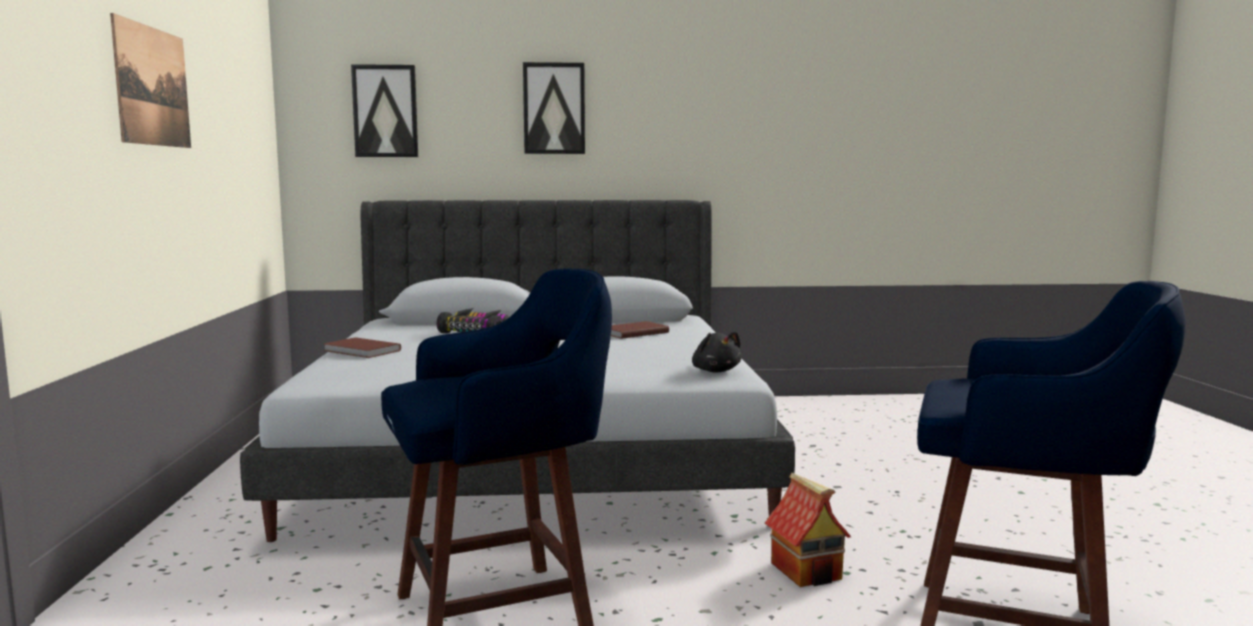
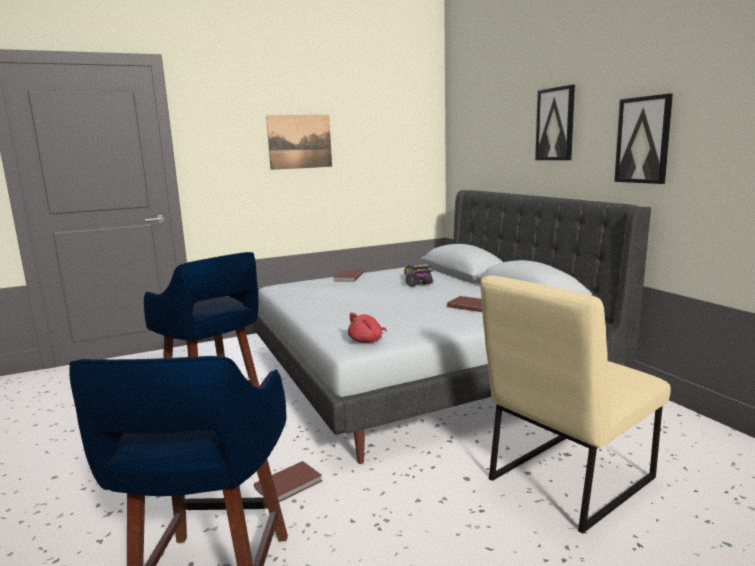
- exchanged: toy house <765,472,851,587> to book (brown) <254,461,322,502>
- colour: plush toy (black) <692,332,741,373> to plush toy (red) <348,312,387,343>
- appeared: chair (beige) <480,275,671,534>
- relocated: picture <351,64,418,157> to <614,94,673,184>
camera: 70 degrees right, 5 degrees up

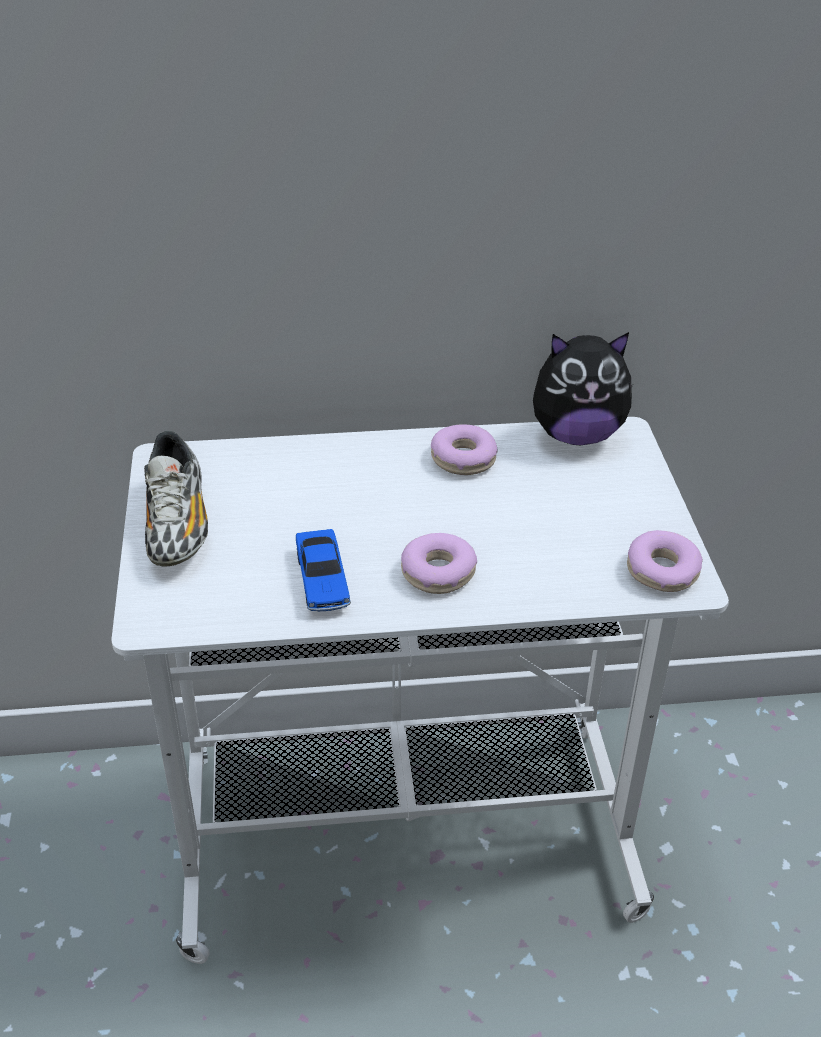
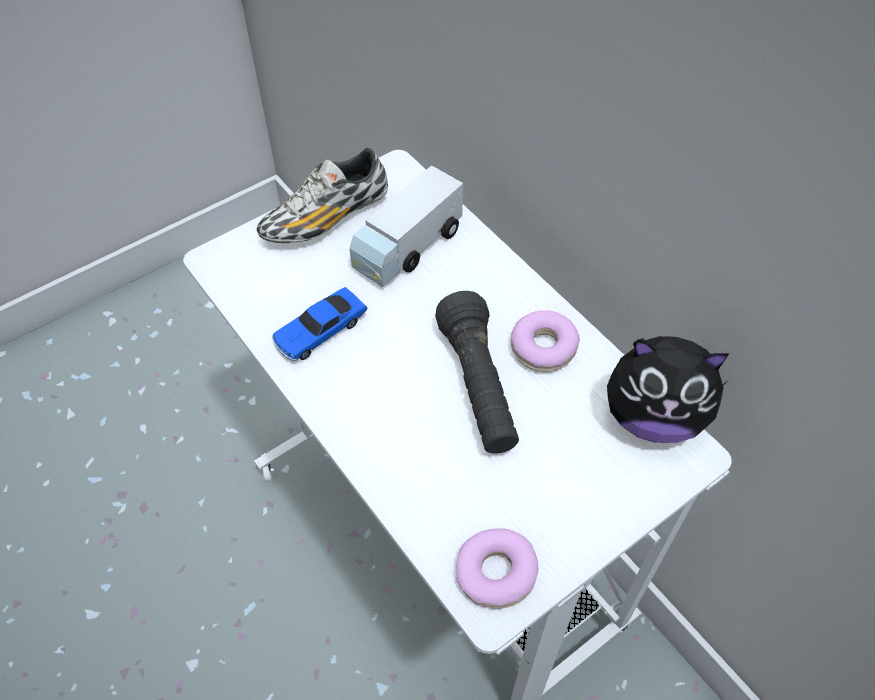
- appeared: toy truck <349,165,463,287>
- appeared: flashlight (black) <435,291,519,453>
- spun: plush toy <533,332,633,445> = <607,336,729,443> 45 degrees counterclockwise
- missing: donut <401,533,477,594>
camera: 60 degrees right, 15 degrees up

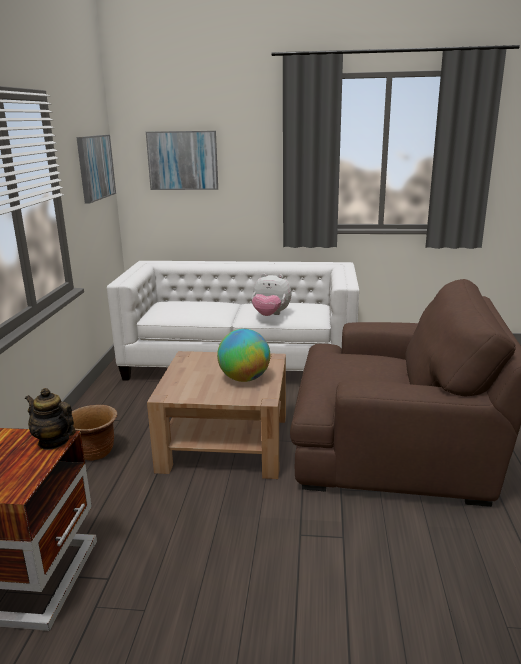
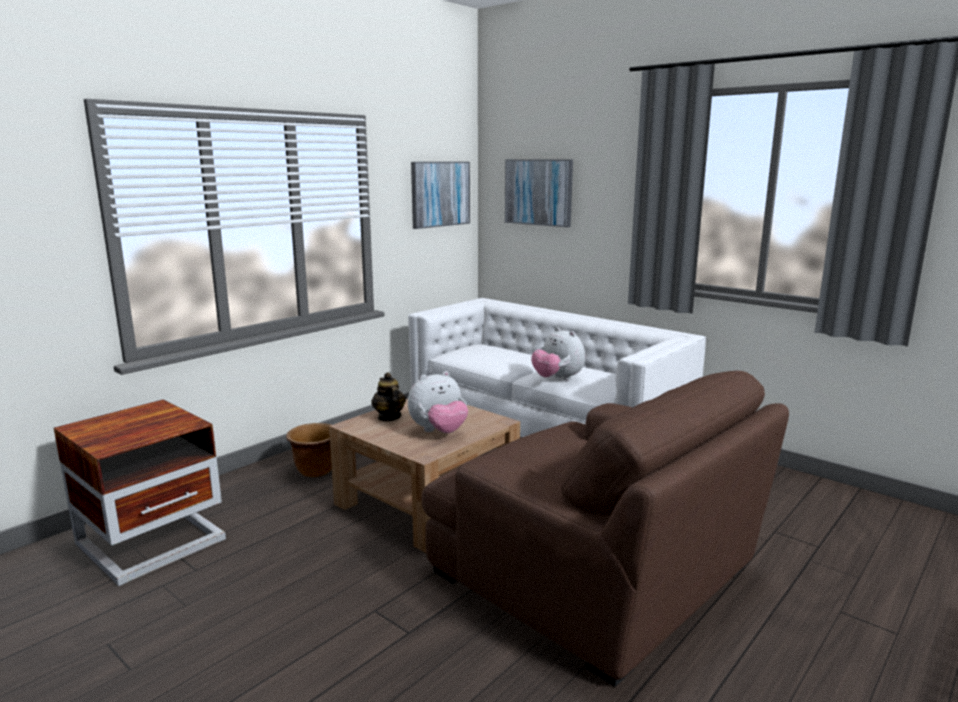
- relocated: teapot <25,388,76,450> to <371,372,406,421>
- exchanged: globe <217,329,270,382> to plush toy <408,371,468,433>
camera: 35 degrees right, 5 degrees down

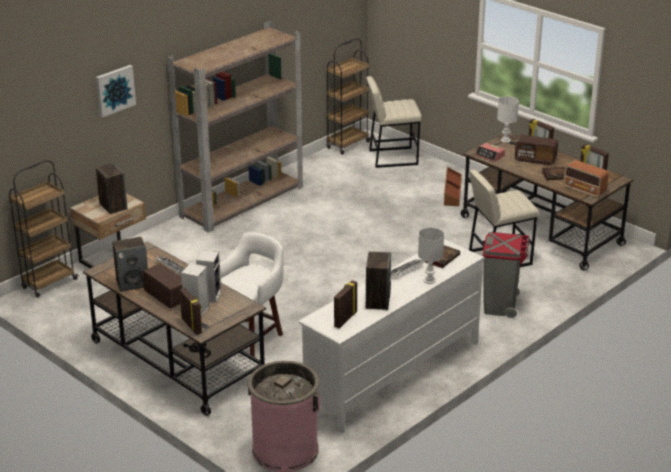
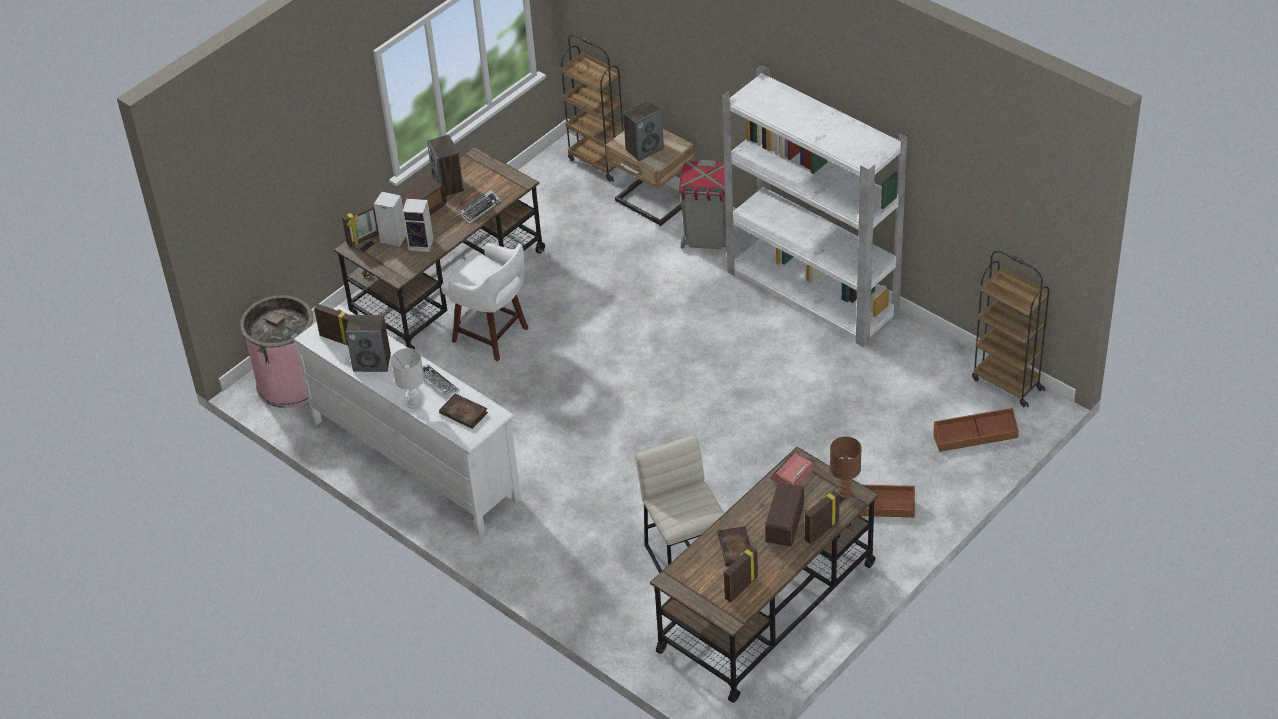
- relocated: trash can (grey) <483,232,530,318> to <678,160,727,251>
- colour: bookcase (brown) <168,21,303,233> to bookcase (white) <722,65,907,347>
- colour: table lamp (white) <497,96,519,143> to table lamp (brown) <830,437,862,498>
- exchanged: chair (beige) <366,76,422,168> to storage box (brown) <933,408,1019,452>
- missing: picture <96,65,136,118>
- missing: radio <564,160,609,198>
camera: 90 degrees right, 15 degrees up

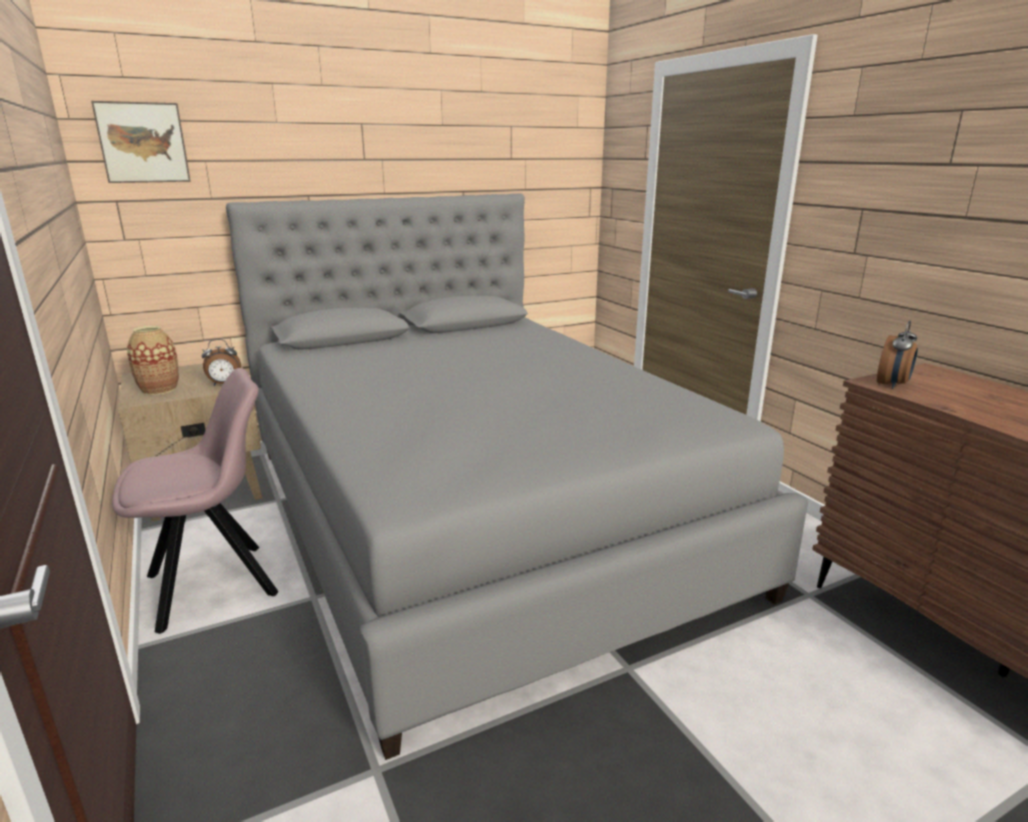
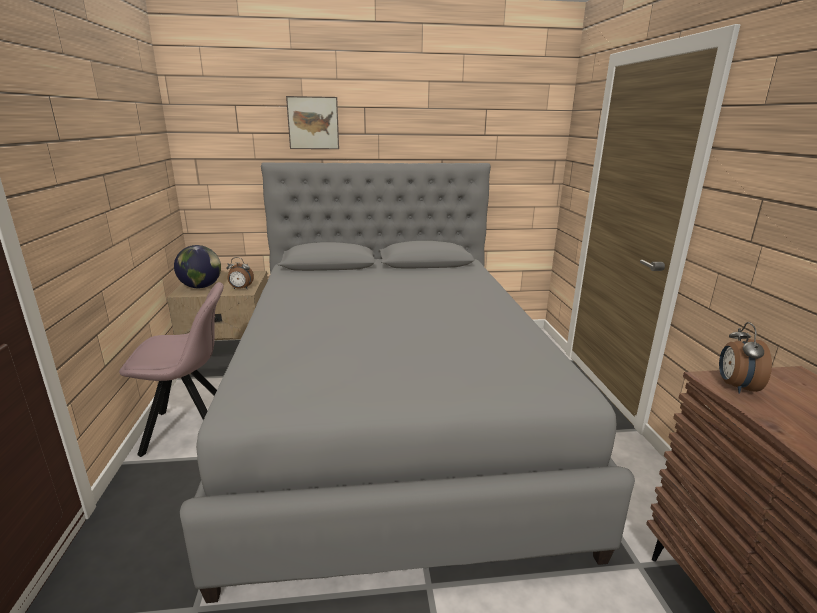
- exchanged: vase <127,326,179,395> to globe <174,245,221,288>
- relocated: picture <91,101,191,183> to <286,96,339,149>
- spun: alarm clock <877,321,918,389> = <719,322,772,394> 135 degrees clockwise
camera: 20 degrees right, 0 degrees up

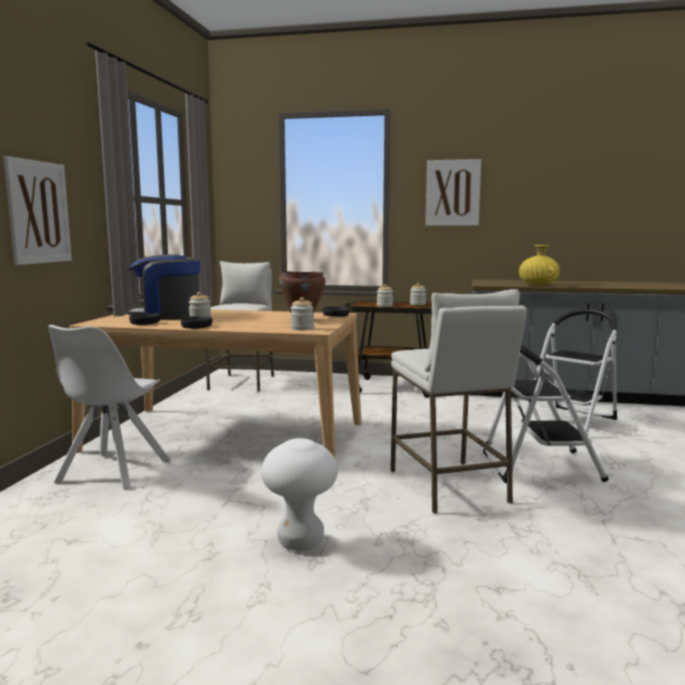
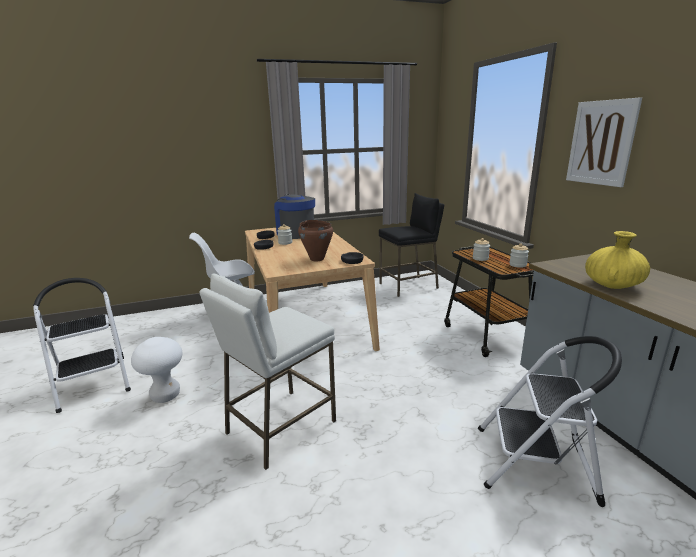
- relocated: step ladder <483,344,609,483> to <33,278,131,413>
- colour: stool (white) <205,261,274,392> to stool (black) <379,193,444,297>
- missing: picture <4,156,72,265>
- missing: jar <291,297,314,330>
camera: 60 degrees right, 10 degrees up

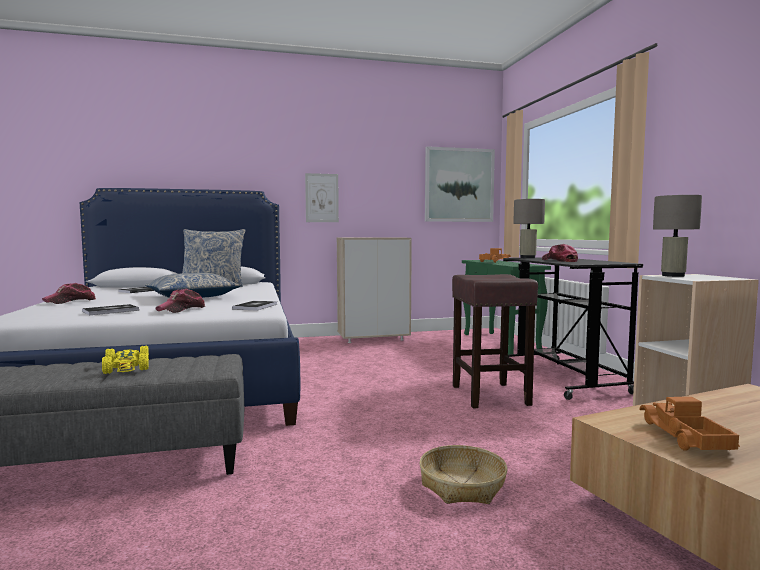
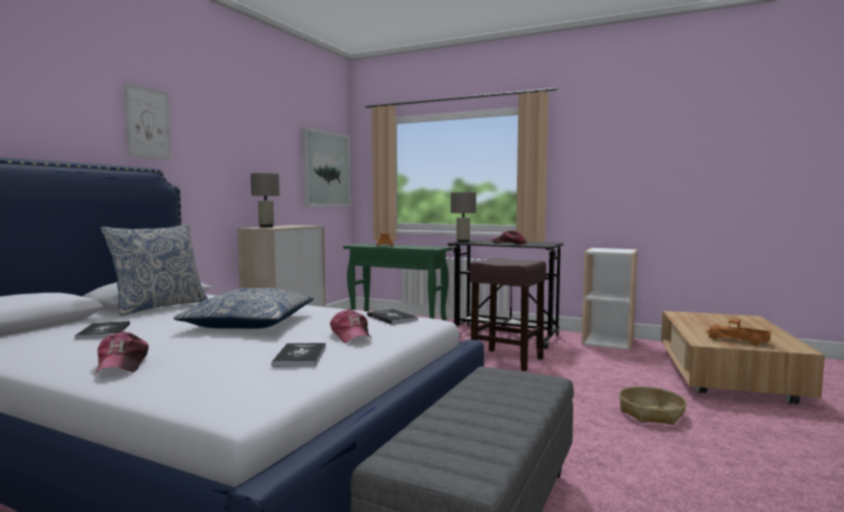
- relocated: picture <305,173,339,222> to <124,83,171,160>
- relocated: table lamp (grey) <653,195,702,277> to <251,173,279,227>
- missing: toy car (yellow) <102,346,149,374>
camera: 50 degrees left, 0 degrees up

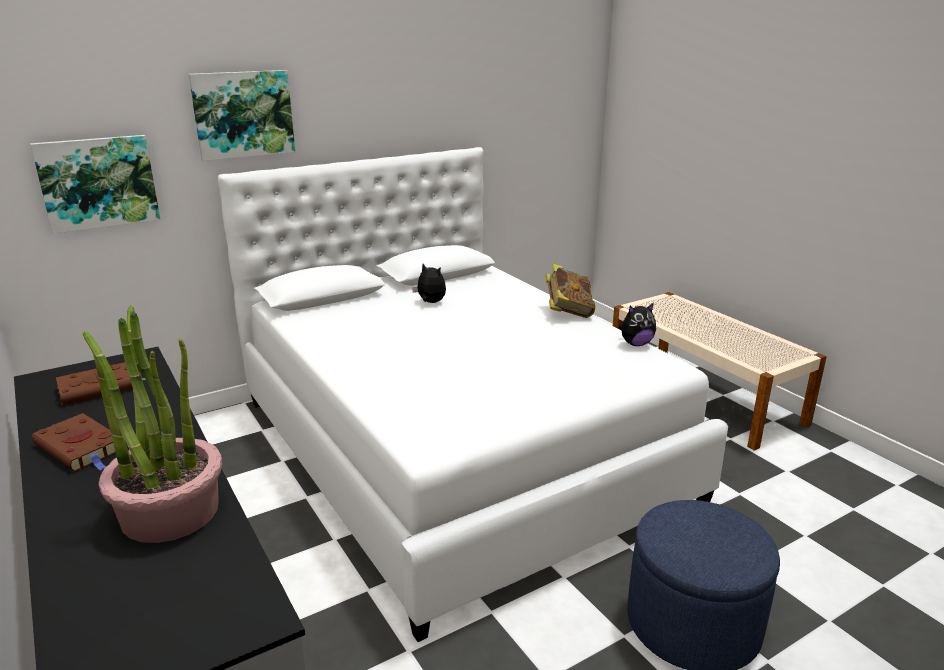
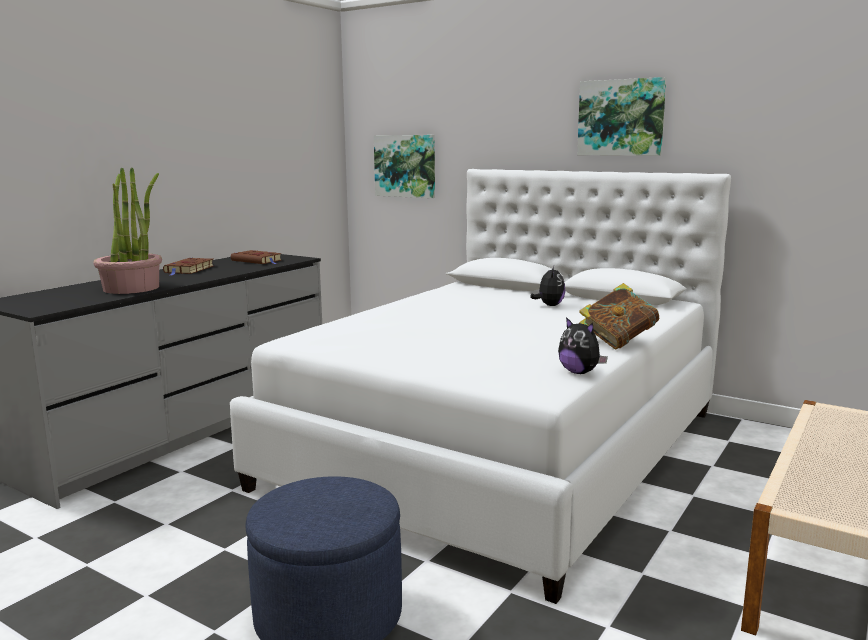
- relocated: picture <189,70,295,161> to <577,77,666,156>
camera: 65 degrees right, 10 degrees down

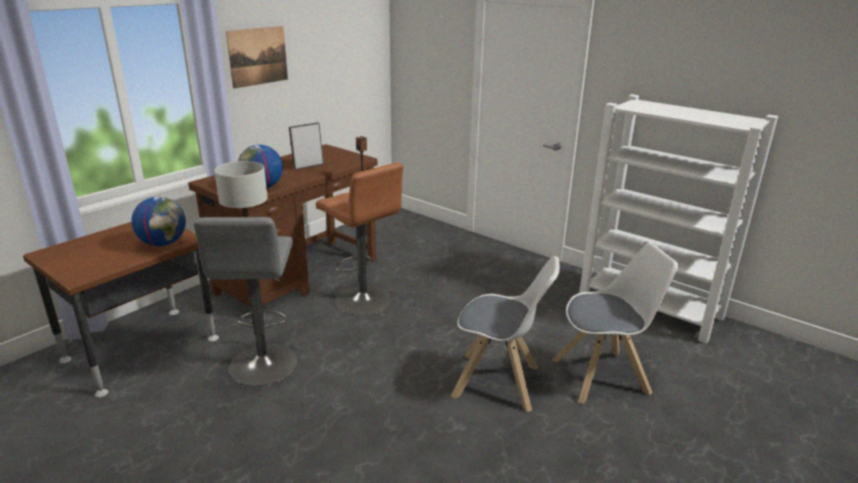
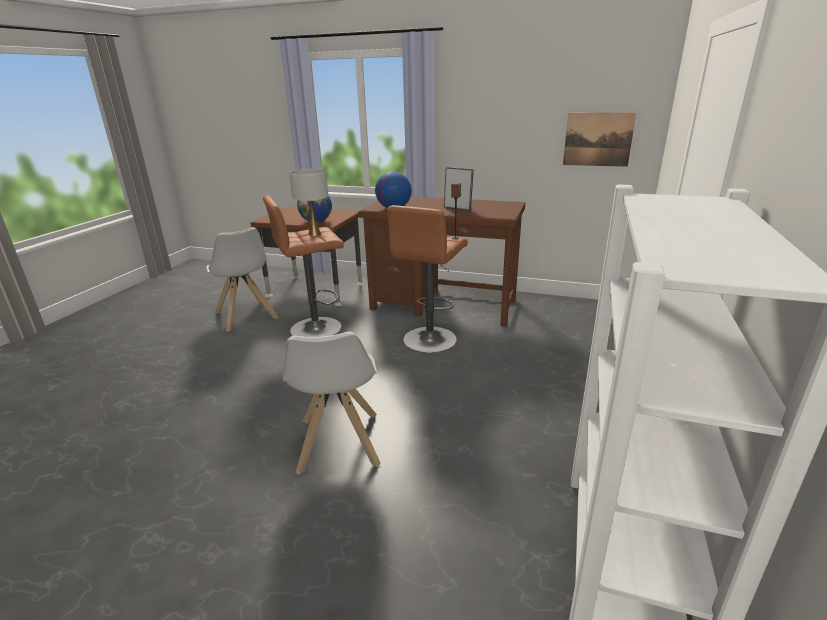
- relocated: chair <552,243,678,404> to <206,228,279,331>
- colour: stool (grey) <194,217,298,386> to stool (brown) <263,196,344,337>
- relocated: picture <226,26,288,89> to <563,113,636,167>
camera: 70 degrees right, 0 degrees up

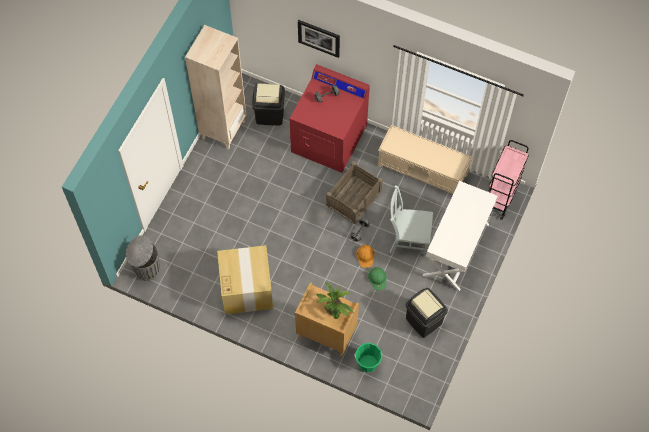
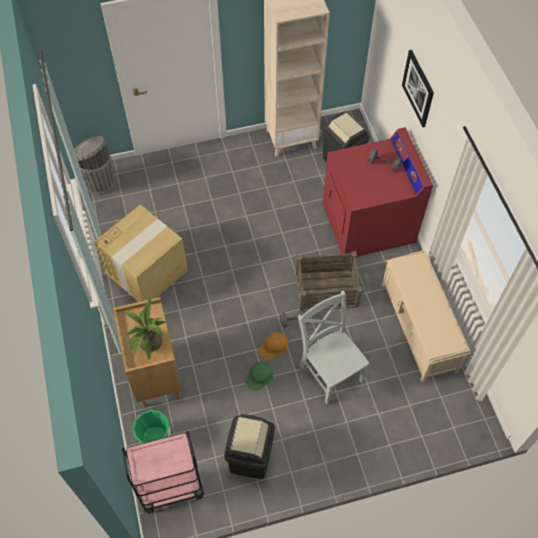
- relocated: cart (pink) <488,140,529,220> to <122,431,204,513>
- missing: desk (white) <423,181,497,291>
camera: 50 degrees right, 5 degrees down

